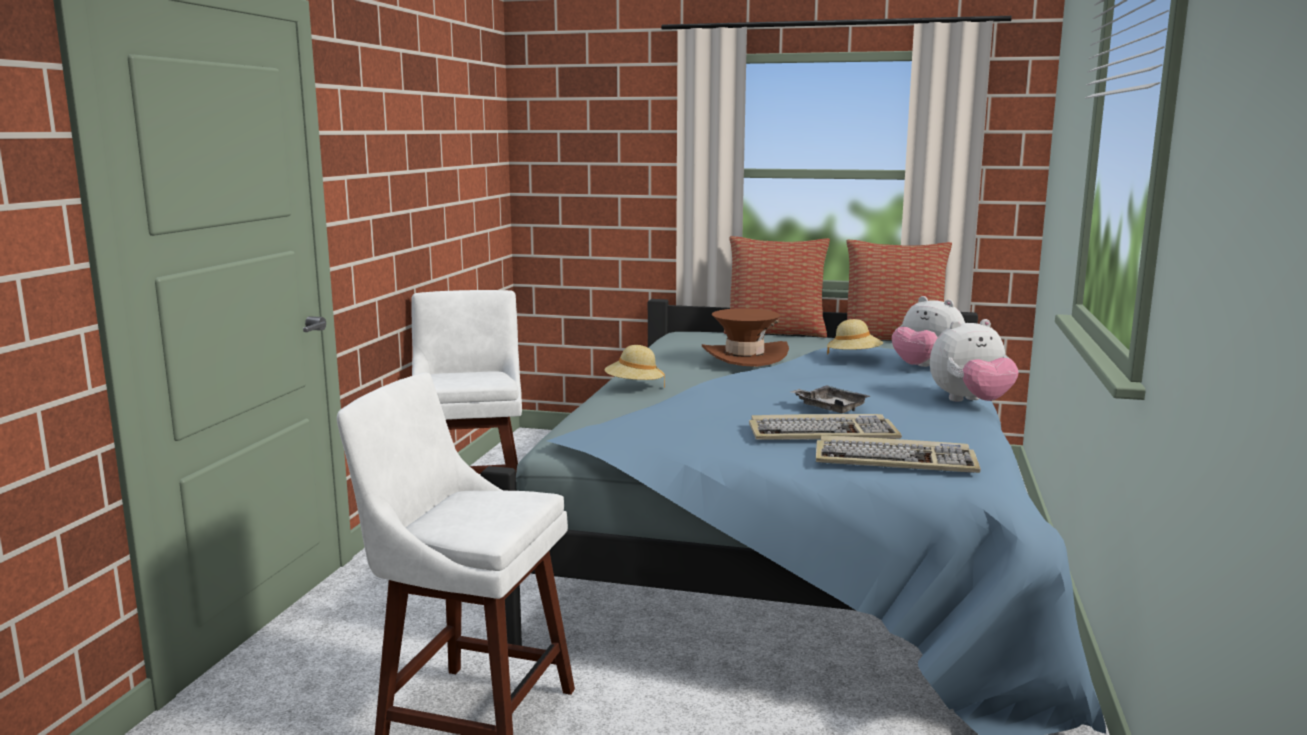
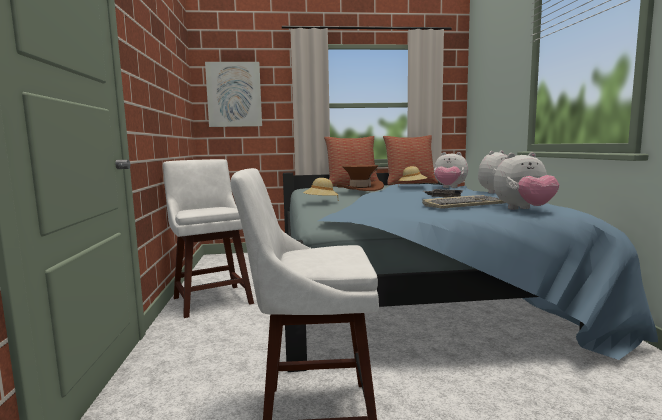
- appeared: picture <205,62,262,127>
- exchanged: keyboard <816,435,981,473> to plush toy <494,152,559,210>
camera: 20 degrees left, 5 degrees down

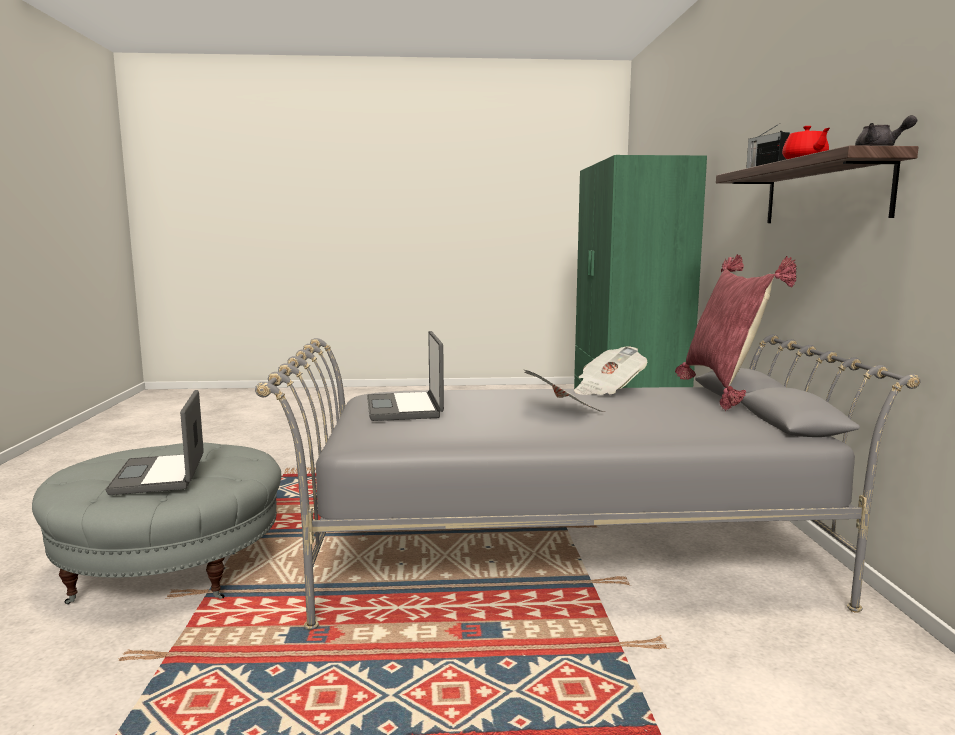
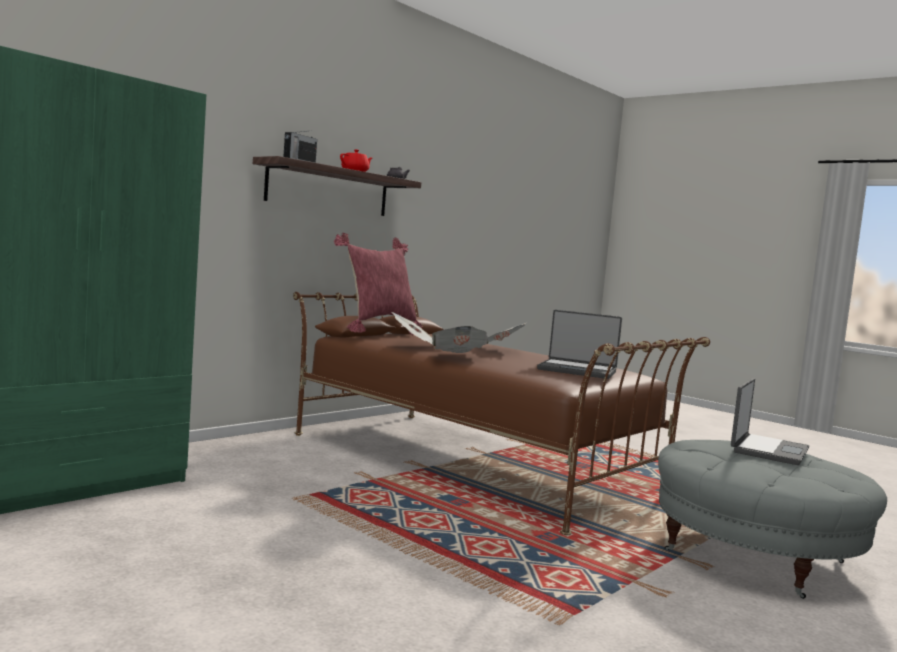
- colour: bed (grey) <255,334,921,630> to bed (brown) <293,292,710,535>
- appeared: newspaper <432,326,489,353>
- spun: laptop <367,331,444,421> = <537,310,622,379> 75 degrees clockwise
camera: 135 degrees left, 5 degrees down

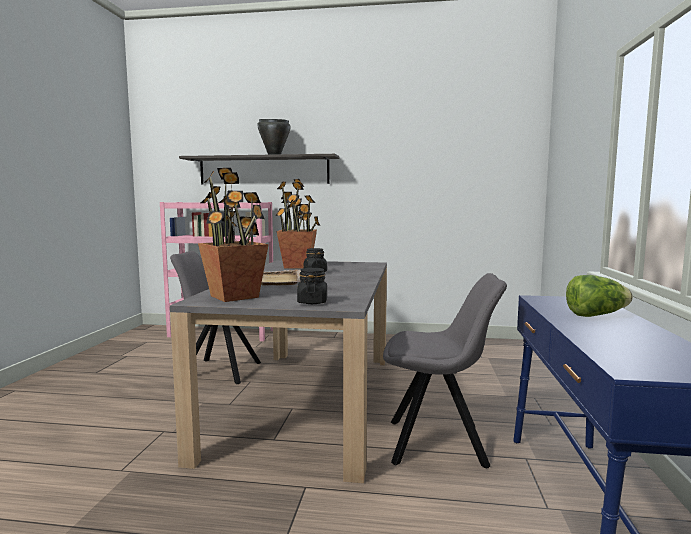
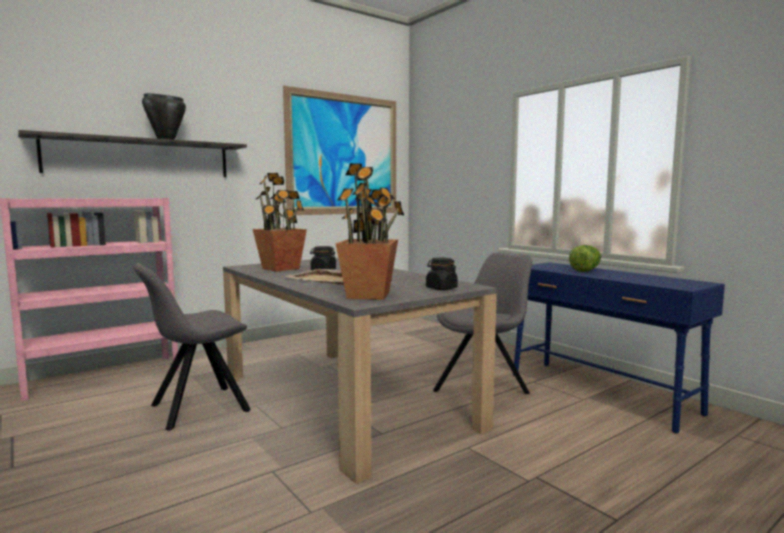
- appeared: picture <283,86,396,215>
camera: 45 degrees left, 0 degrees up

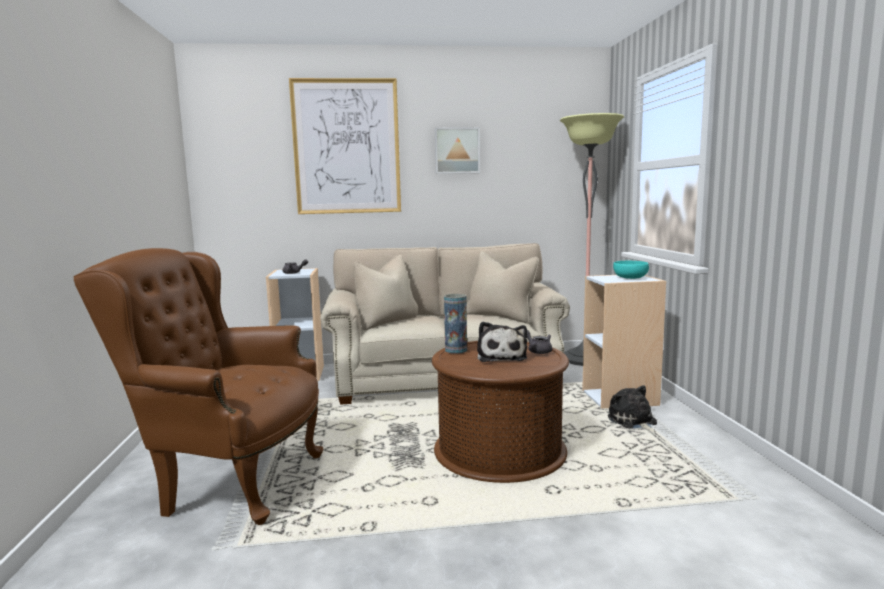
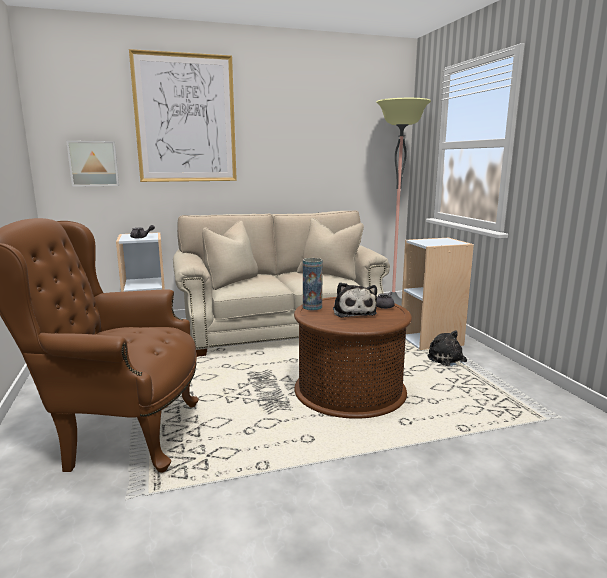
- relocated: picture <435,127,480,174> to <66,141,119,187>
- missing: bowl (turquoise) <613,261,649,279>
camera: 10 degrees left, 5 degrees up

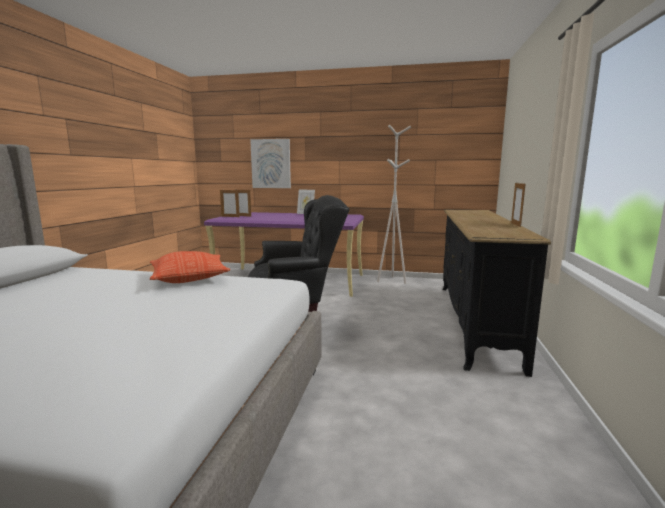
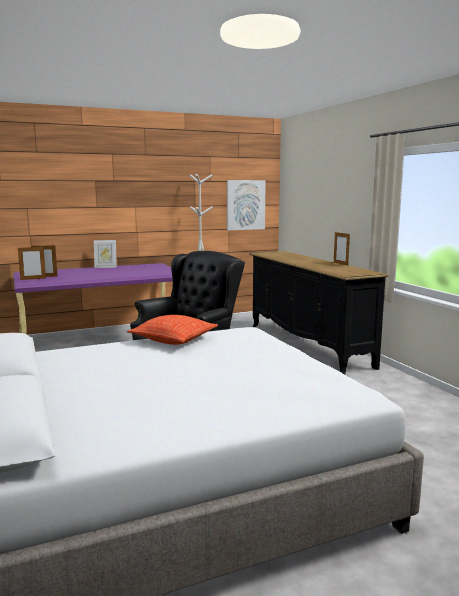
- relocated: picture <250,139,291,188> to <227,180,266,230>
camera: 35 degrees left, 0 degrees up

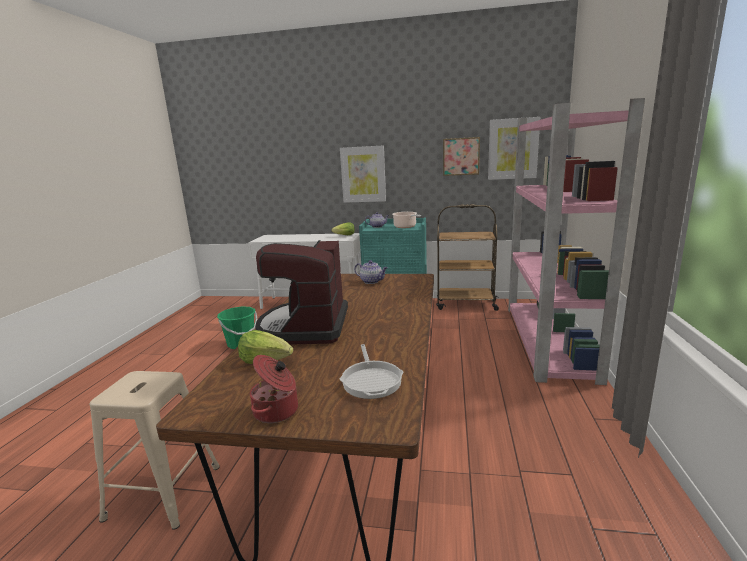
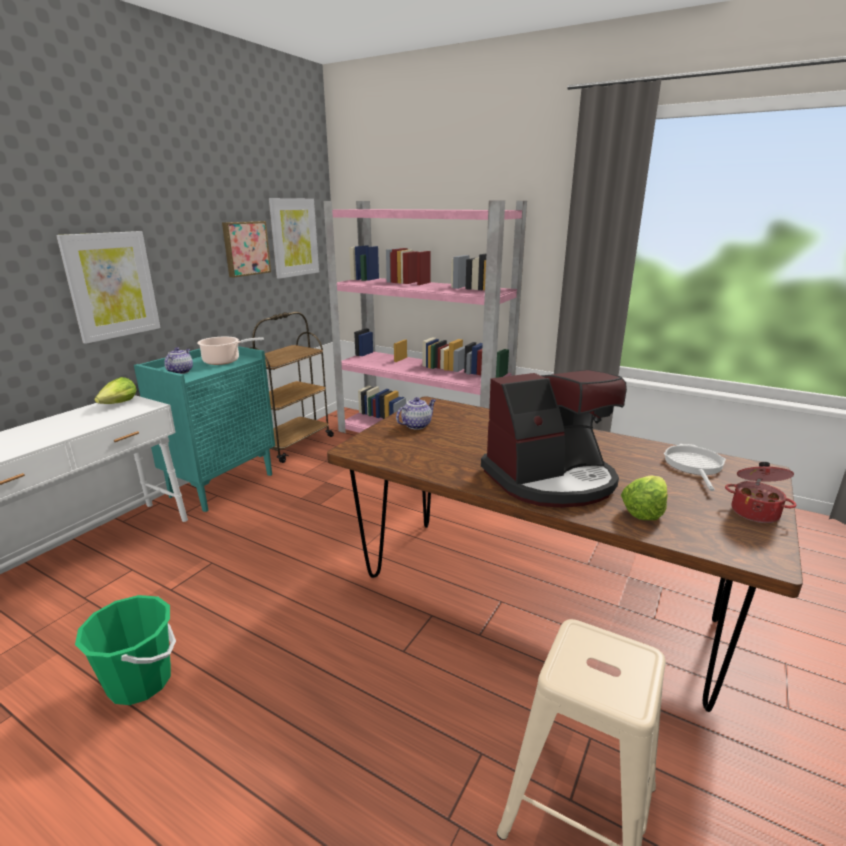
- spun: coffee machine <255,240,348,345> = <481,370,627,508> 45 degrees counterclockwise
- spun: frying pan <340,344,403,399> = <664,444,726,491> 90 degrees counterclockwise
camera: 70 degrees left, 5 degrees up

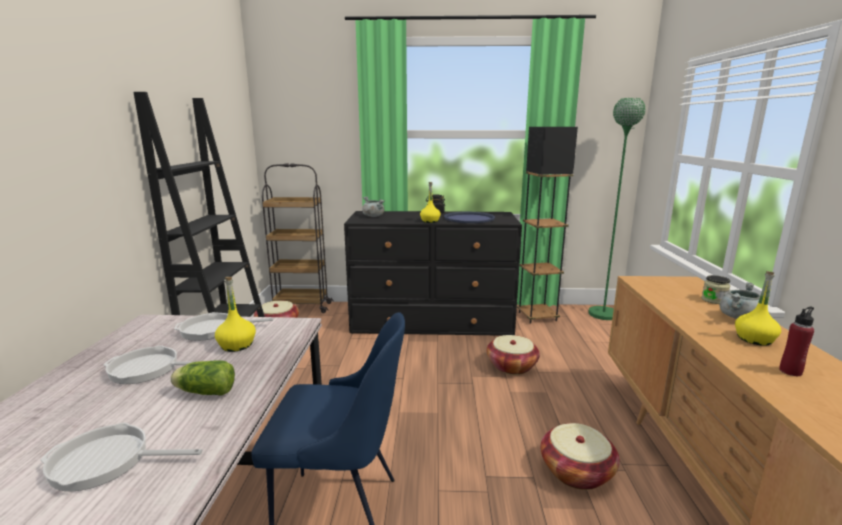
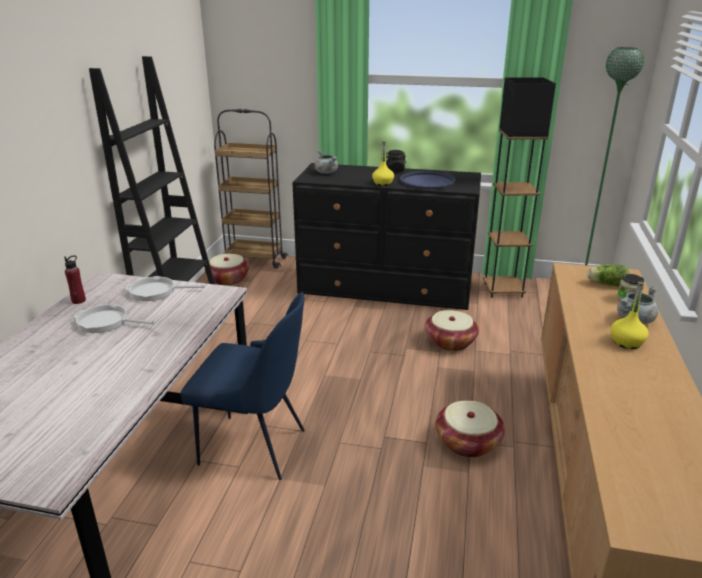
- relocated: bottle (red) <779,306,814,376> to <64,255,86,304>
- relocated: lettuce <170,360,235,396> to <587,265,629,286>
- missing: frying pan <40,422,203,492>
- missing: bottle (yellow) <215,277,256,352>
camera: 10 degrees right, 10 degrees up

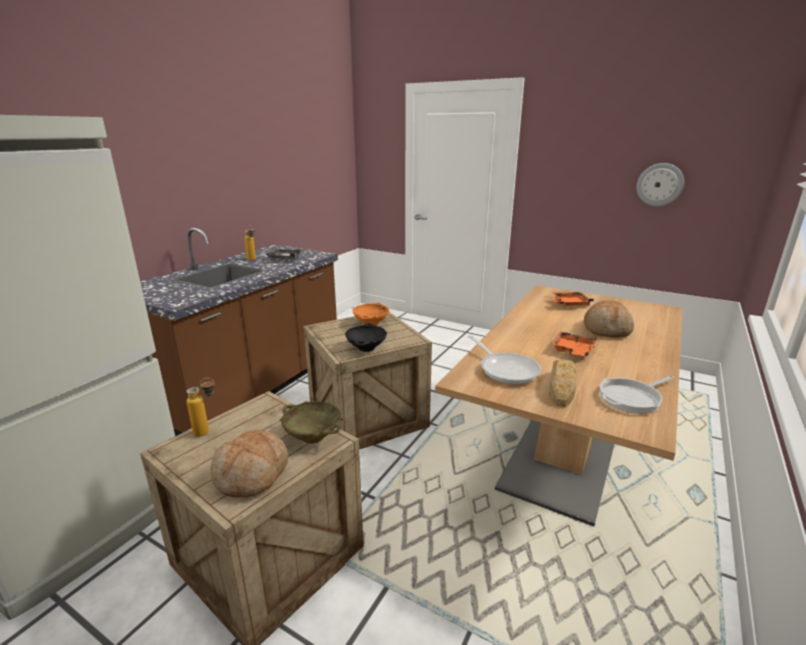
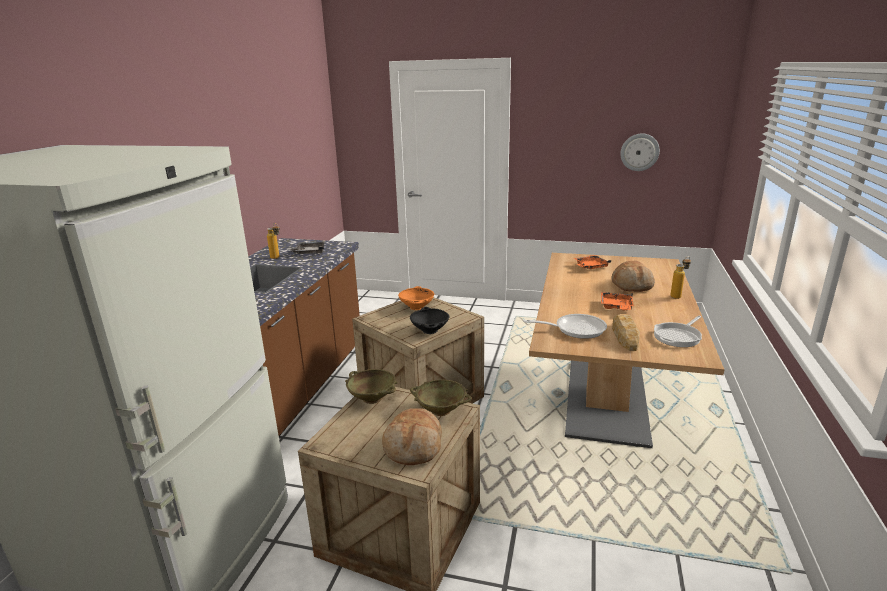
- appeared: bowl (beige) <345,369,397,404>
- spun: frying pan <467,335,541,384> = <523,314,607,339> 45 degrees counterclockwise
- relocated: bottle <186,378,215,437> to <670,256,691,299>
camera: 15 degrees left, 0 degrees up

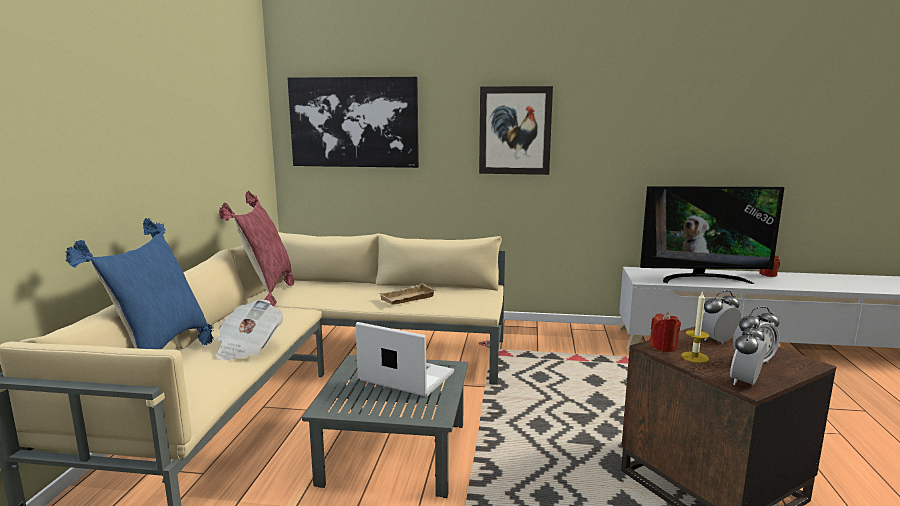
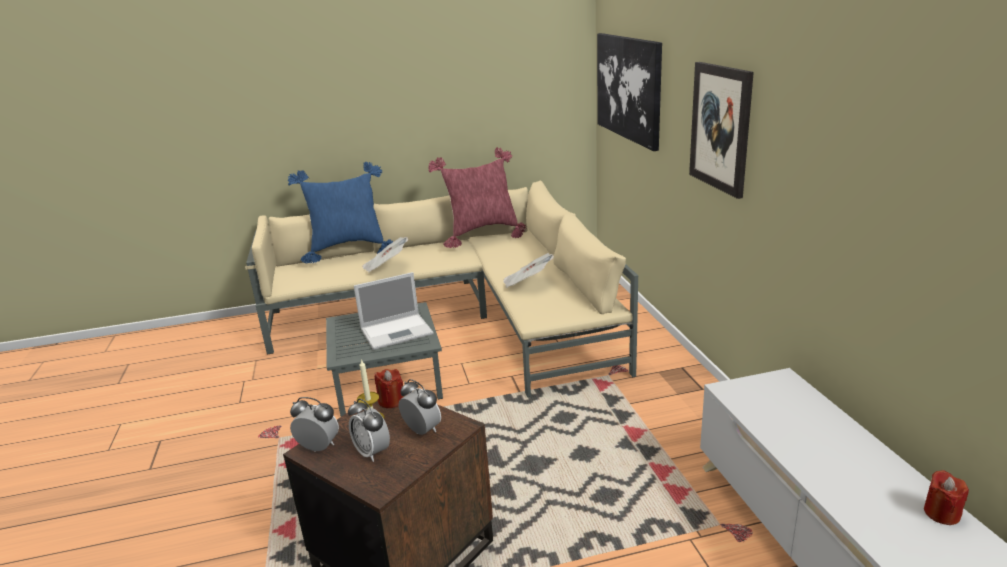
- spun: laptop <356,322,454,397> = <354,272,434,350> 60 degrees clockwise
- exchanged: tray (beige) <379,283,437,305> to newspaper <503,253,554,288>
- missing: television <640,186,784,284>
camera: 70 degrees right, 10 degrees up

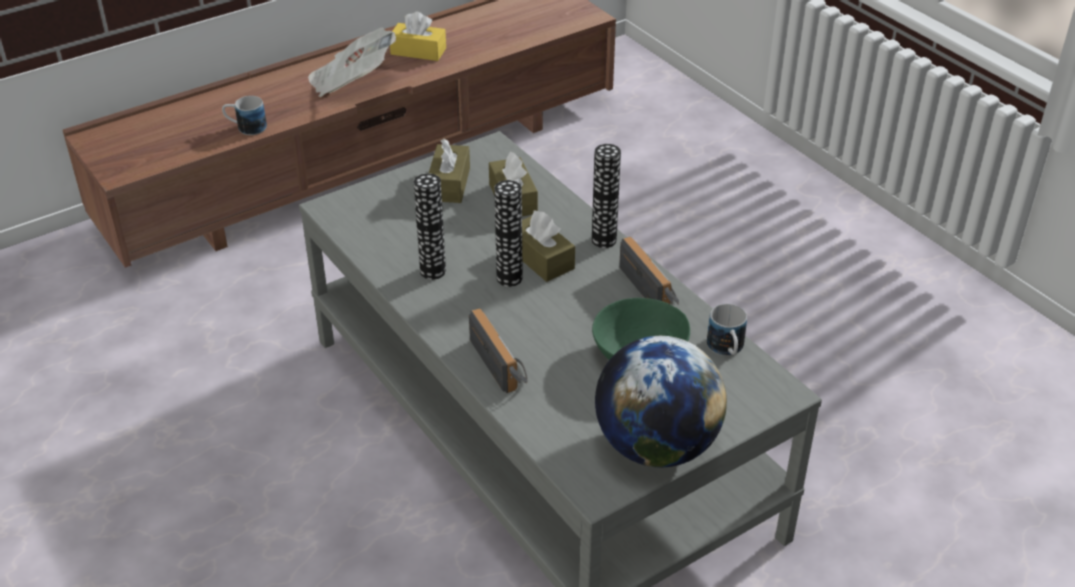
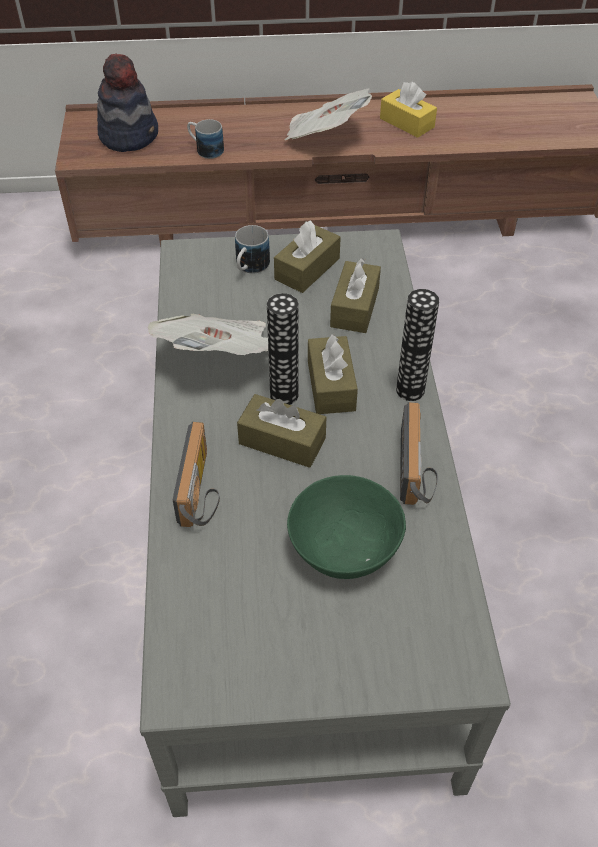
- appeared: hat <97,53,158,152>
- exchanged: vase <414,173,446,280> to newspaper <148,314,268,355>
- relocated: mug <707,304,747,356> to <235,225,270,274>
- appeared: tissue box (brown) <237,394,327,468>
- missing: globe <595,336,727,467>
camera: 30 degrees right, 10 degrees up

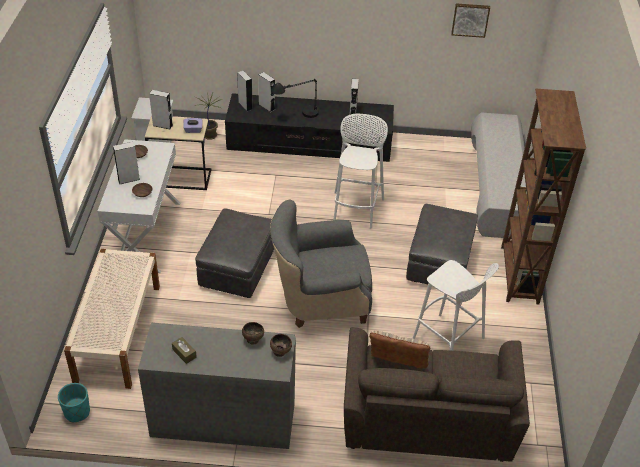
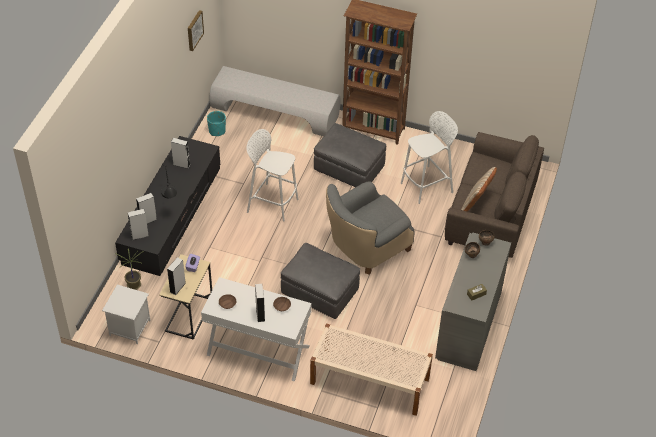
- relocated: planter (turquoise) <58,383,90,422> to <207,111,226,136>
- spun: armchair (grey) <270,199,372,328> = <326,181,415,275> 45 degrees clockwise
camera: 75 degrees left, 5 degrees up

